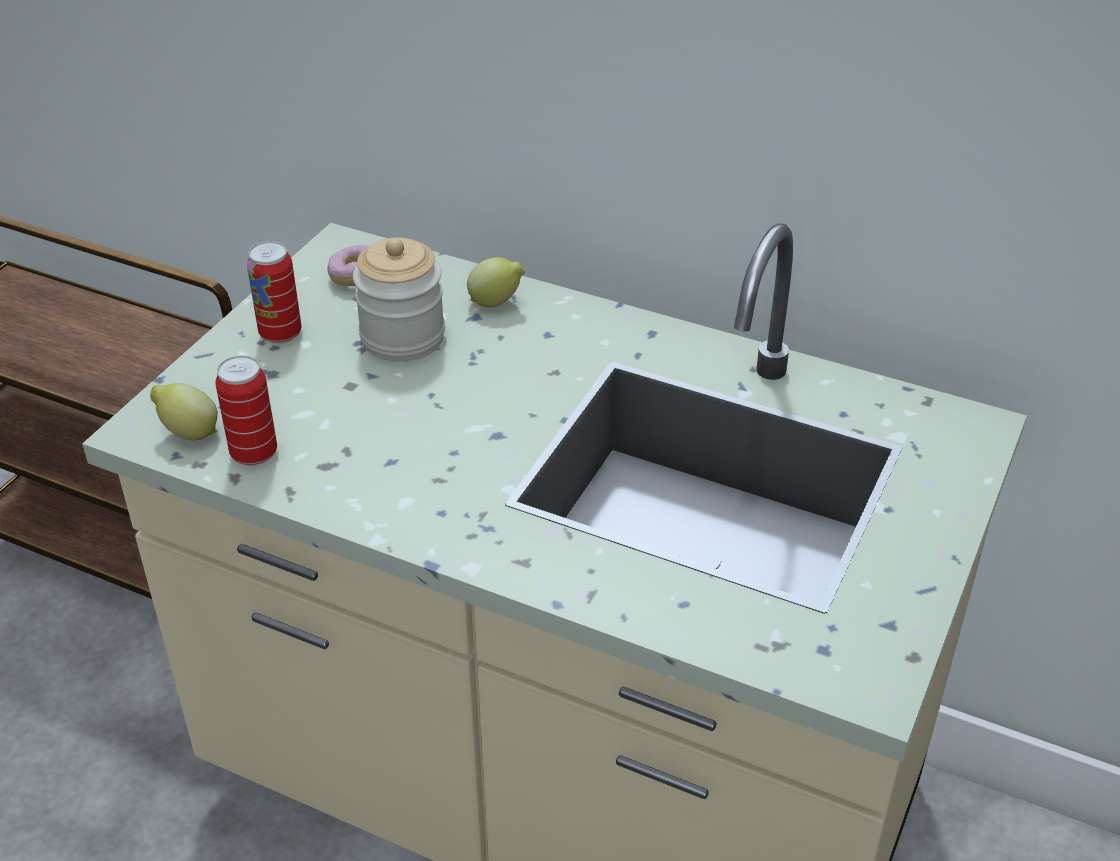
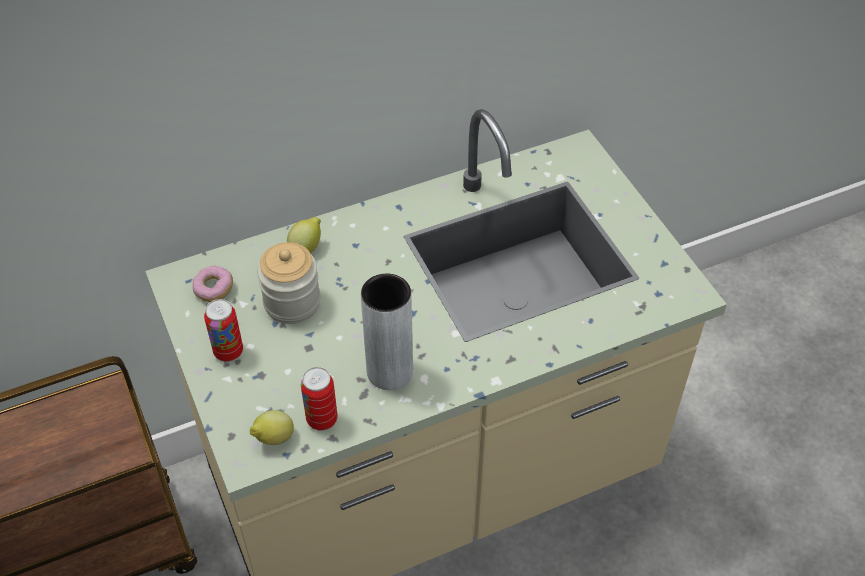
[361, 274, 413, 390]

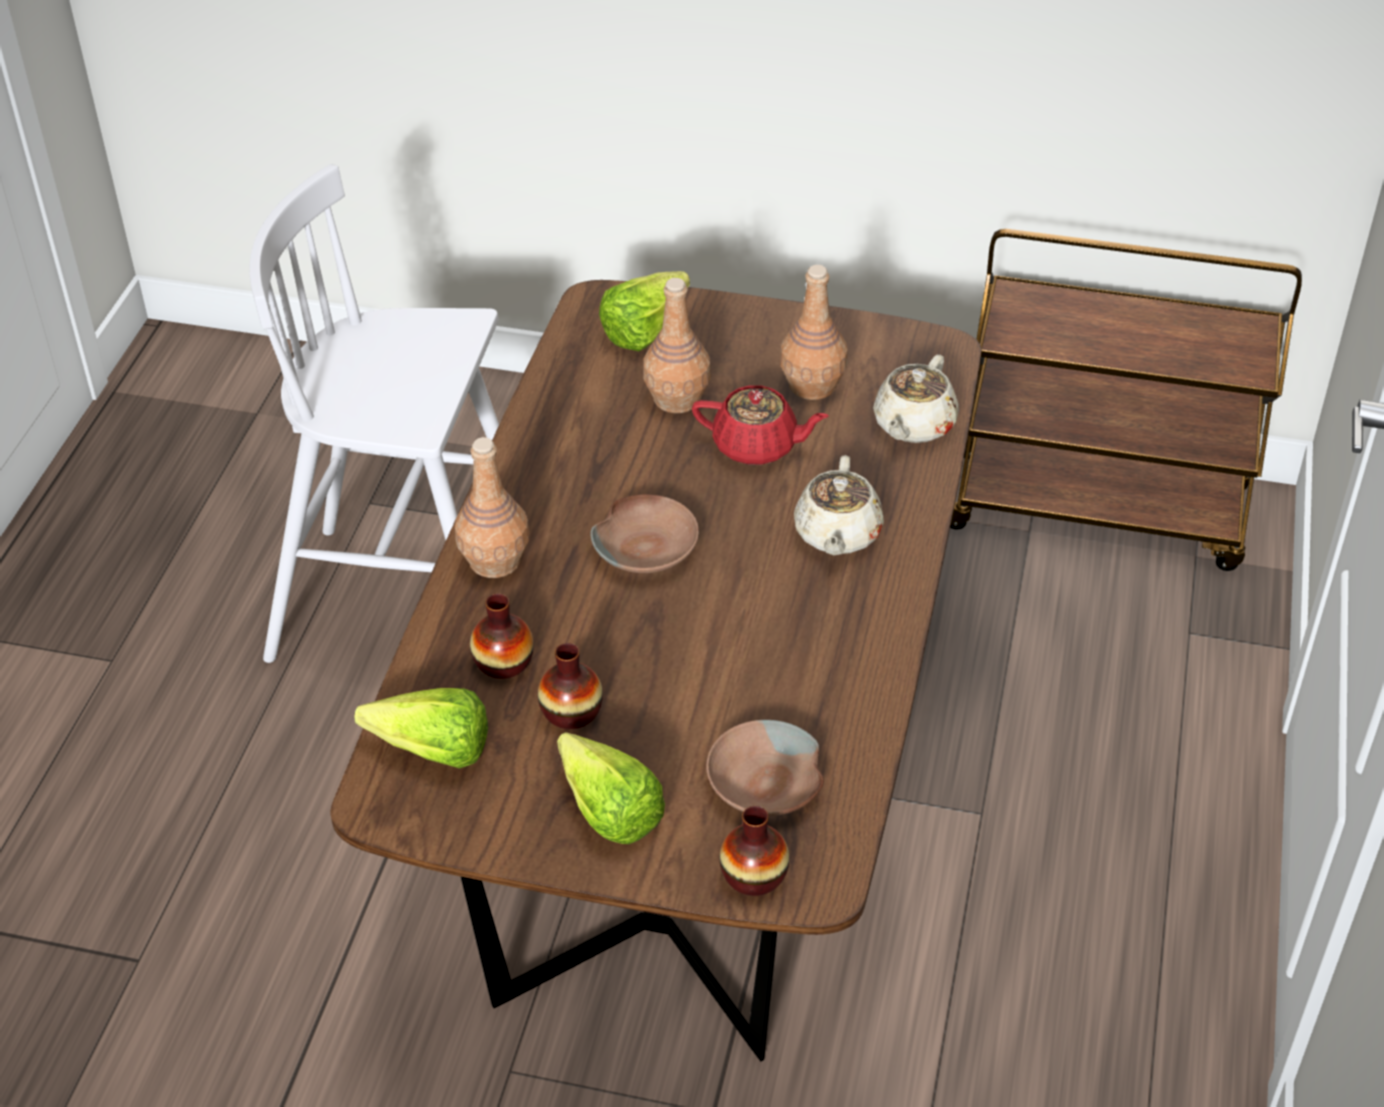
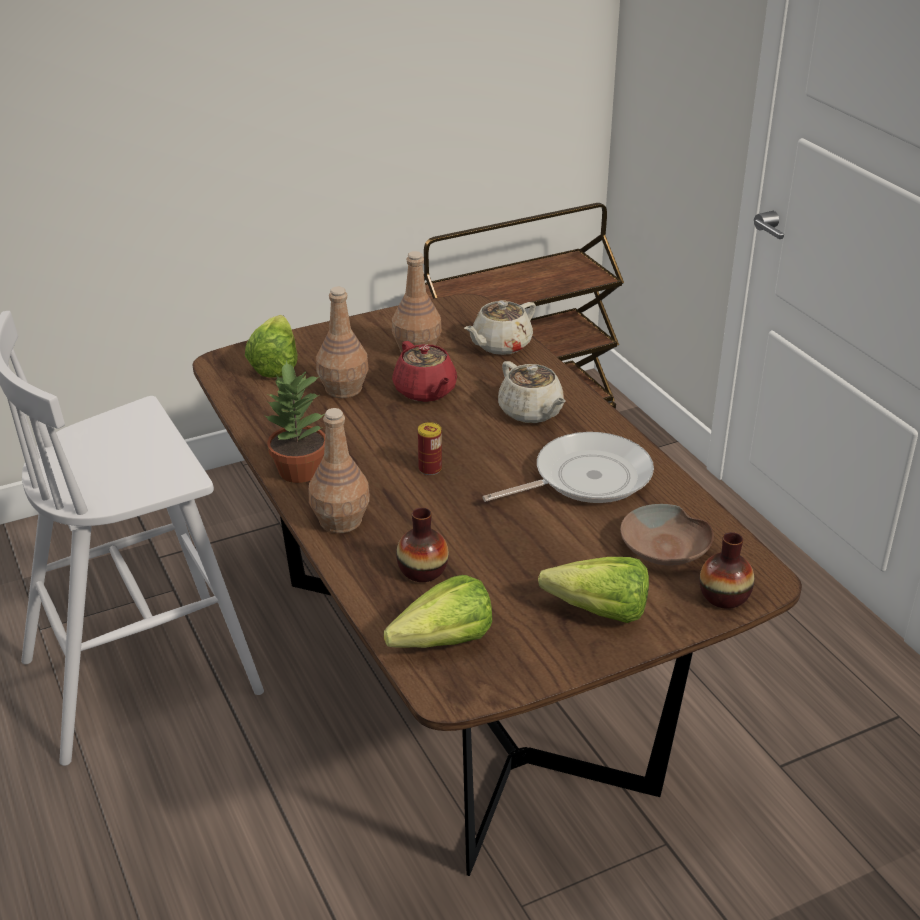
[464, 300, 536, 355]
[392, 341, 457, 402]
[418, 422, 442, 475]
[538, 643, 603, 729] (first image)
[265, 361, 325, 483]
[482, 432, 654, 503]

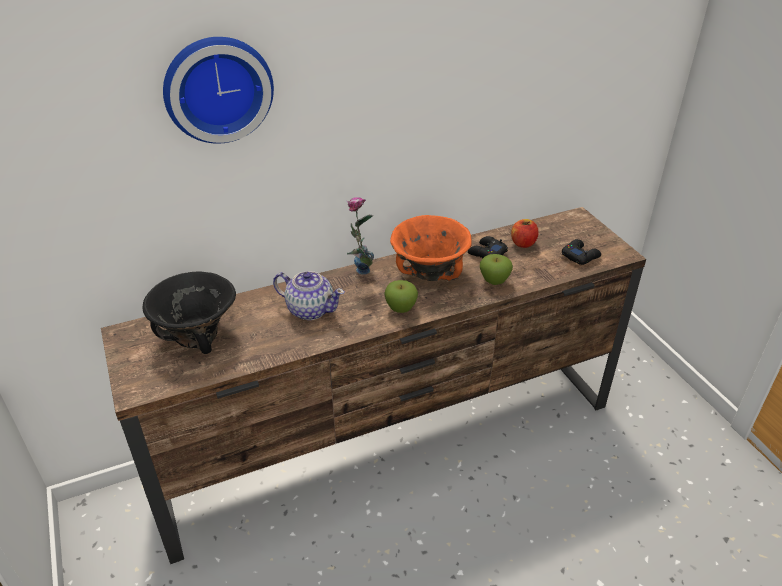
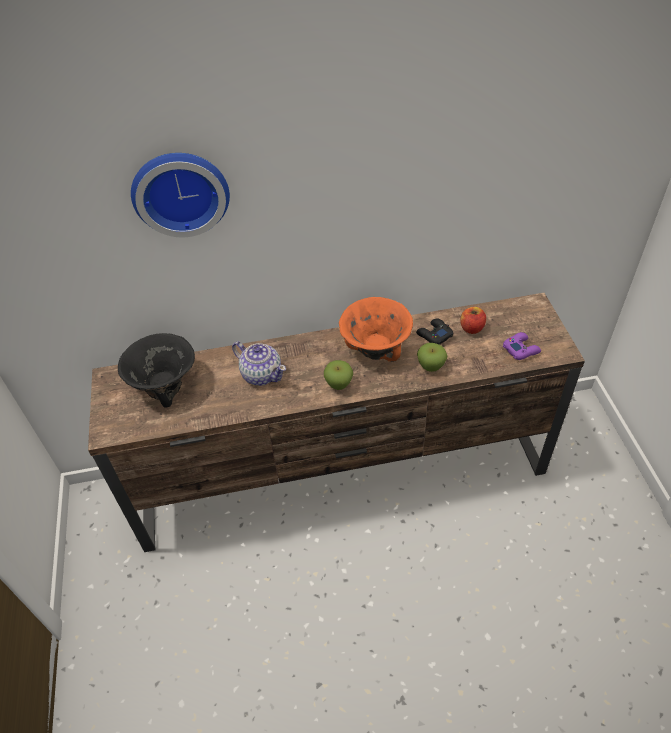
[347, 197, 374, 275] (first image)
[503, 332, 541, 360]

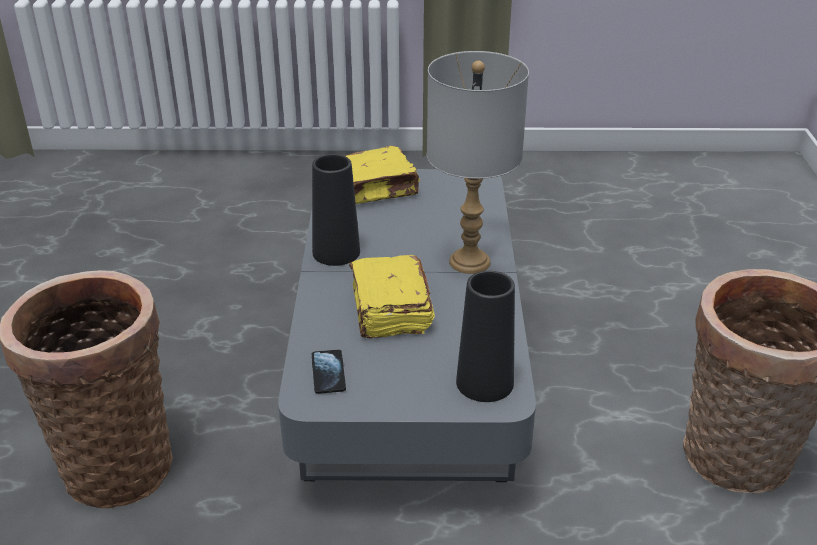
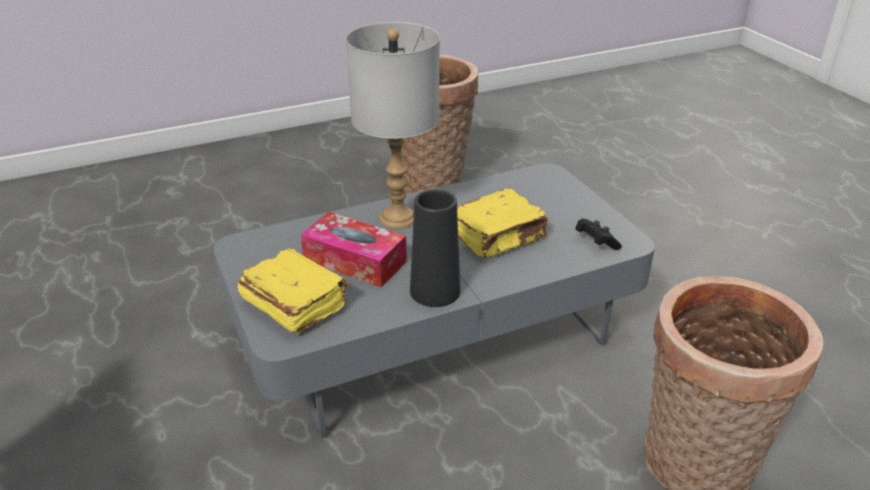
[456, 271, 515, 402] (first image)
[576, 219, 622, 250]
[301, 212, 407, 287]

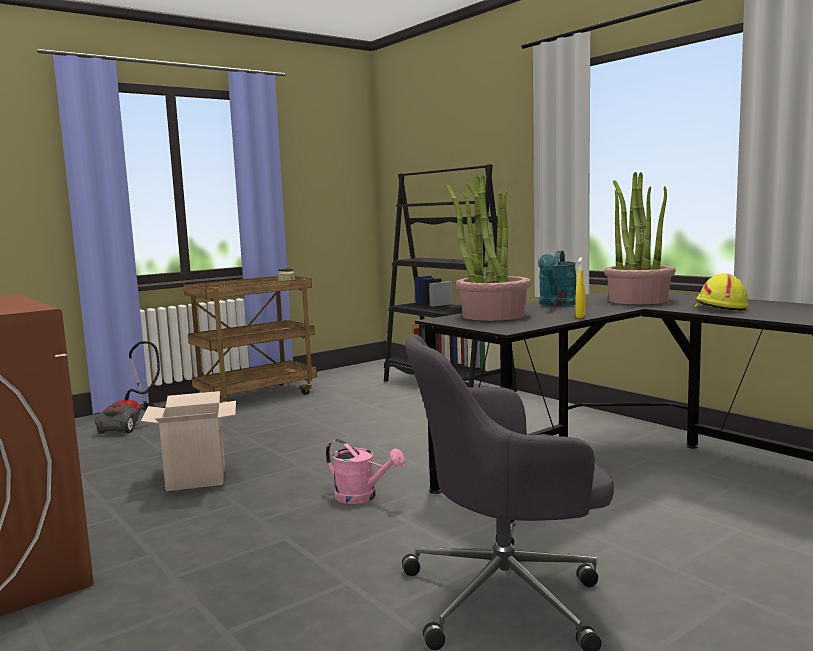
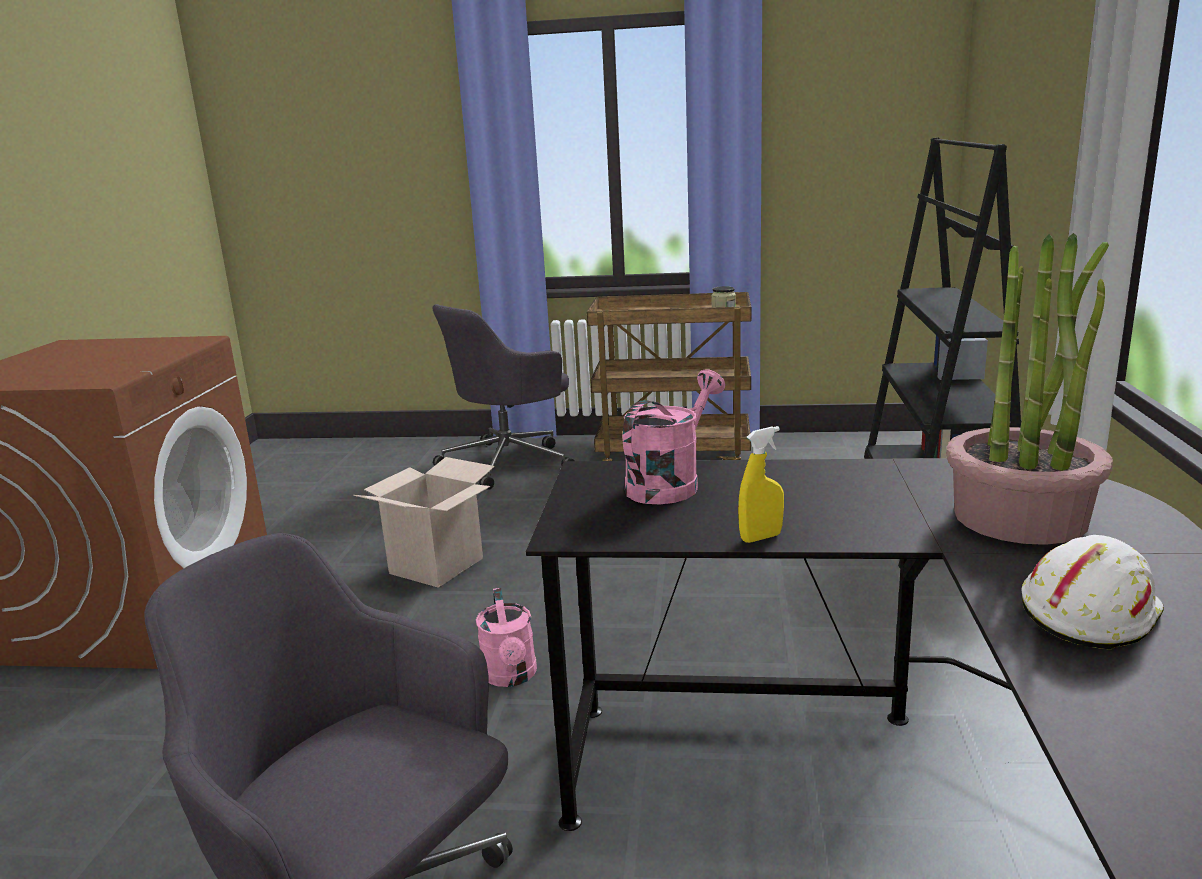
[623, 369, 725, 504]
[538, 251, 576, 306] (first image)
[1021, 535, 1164, 649]
[432, 304, 575, 490]

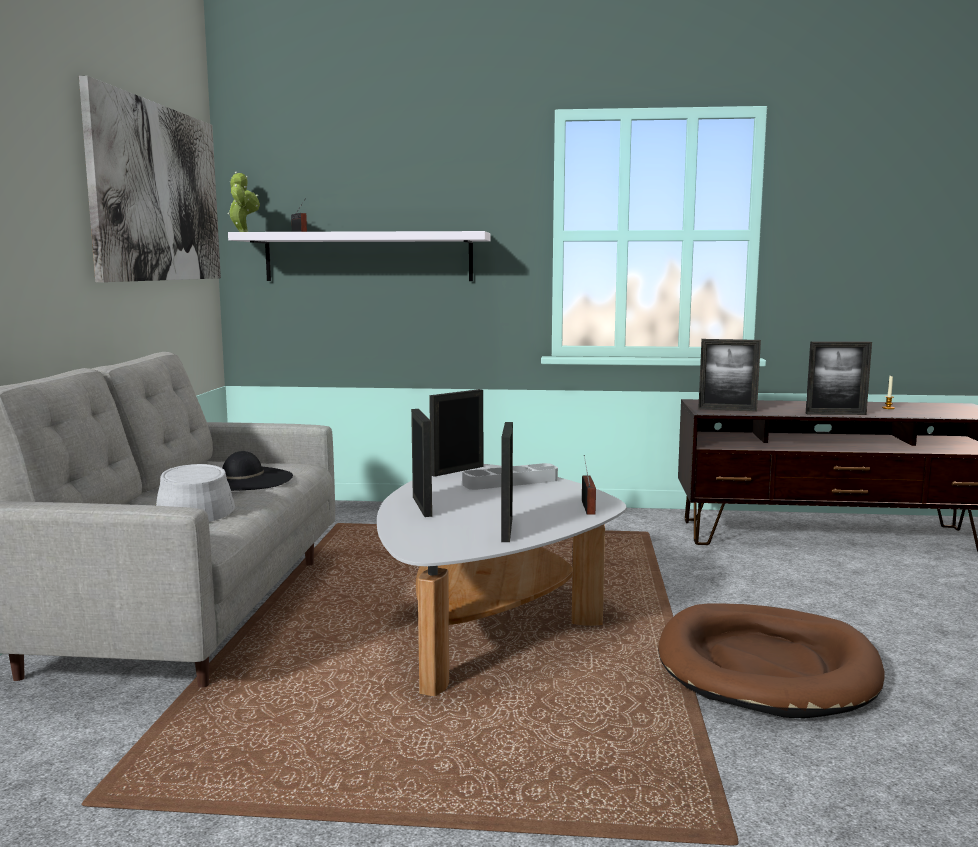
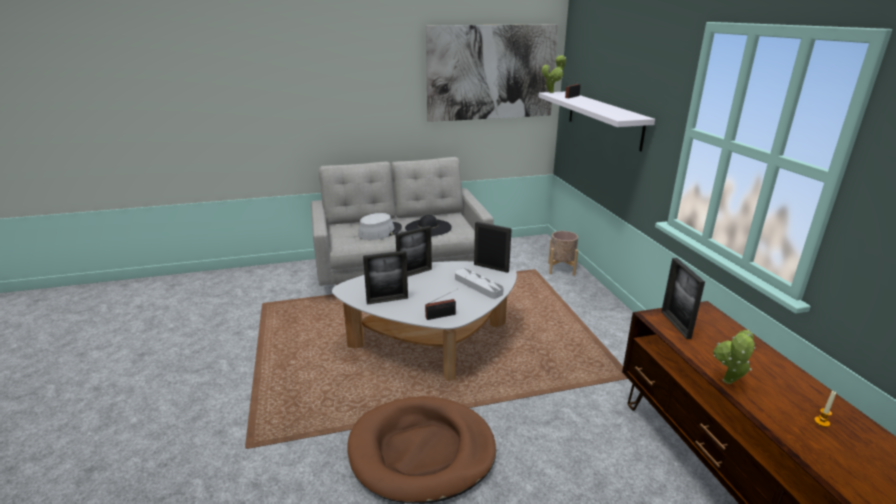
[713, 329, 755, 384]
[548, 231, 578, 276]

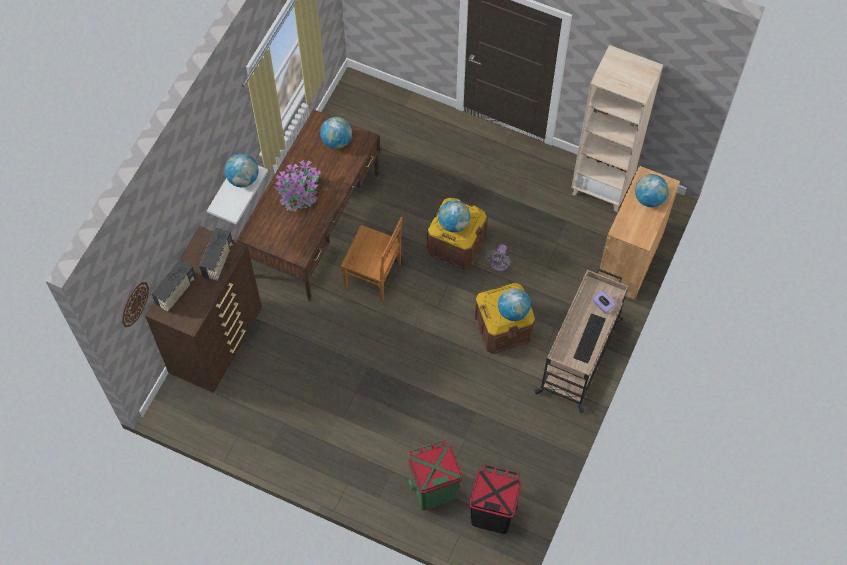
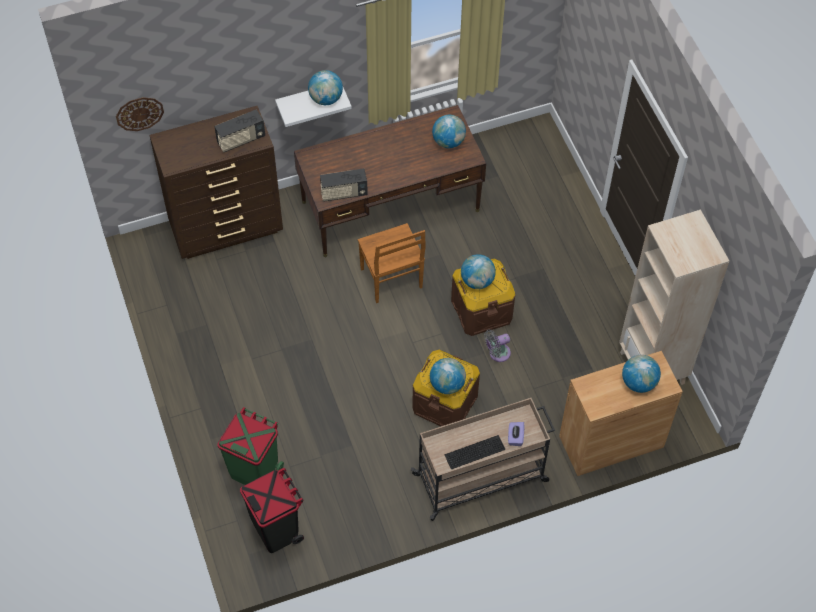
[274, 160, 321, 211] (first image)
[320, 168, 368, 202]

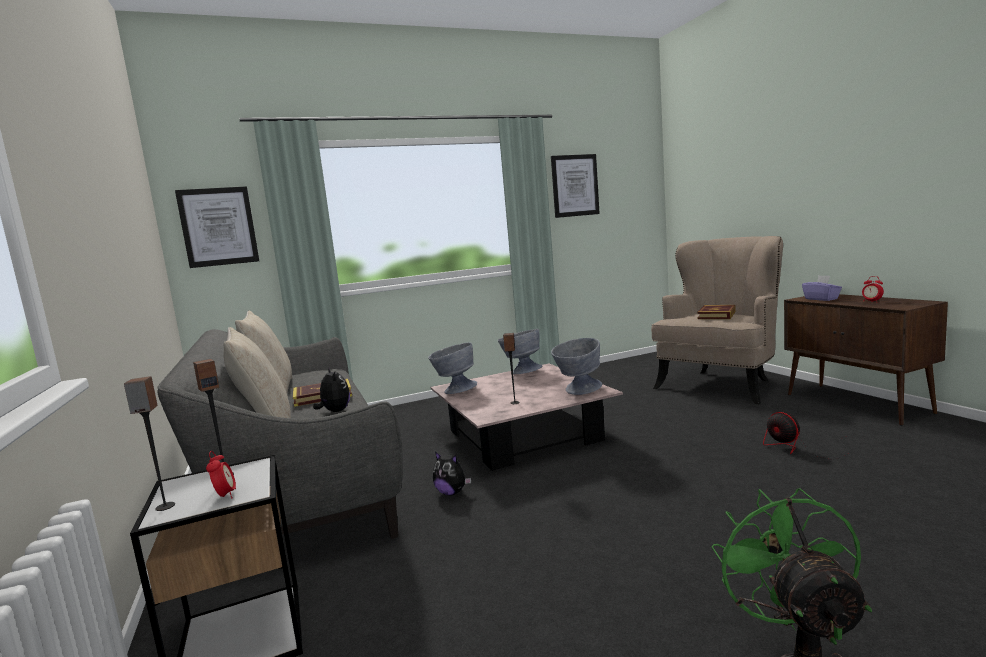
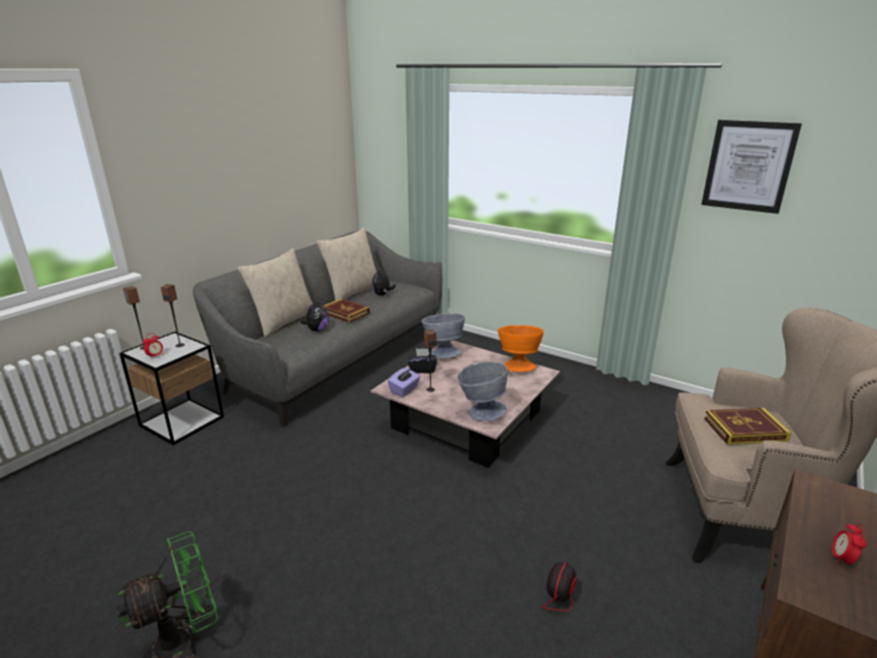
[175, 186, 259, 268] (first image)
[388, 368, 420, 397]
[498, 325, 544, 372]
[372, 267, 396, 296]
[408, 349, 437, 373]

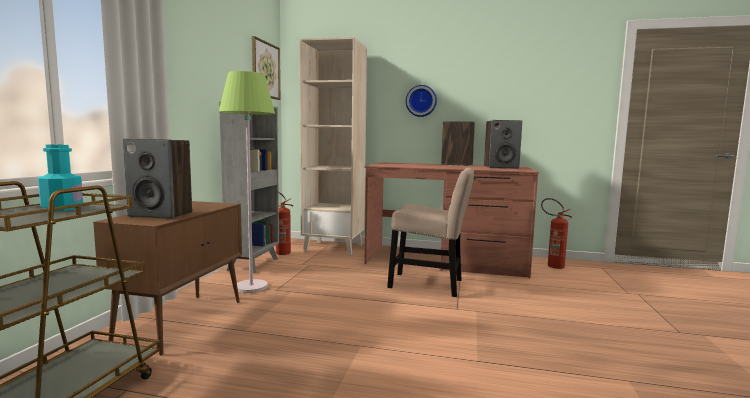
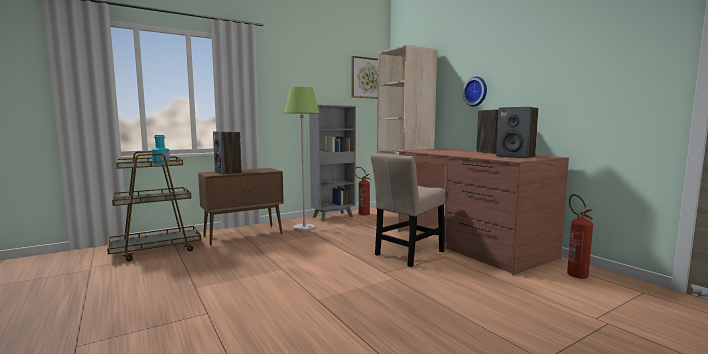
[371, 153, 446, 267]

